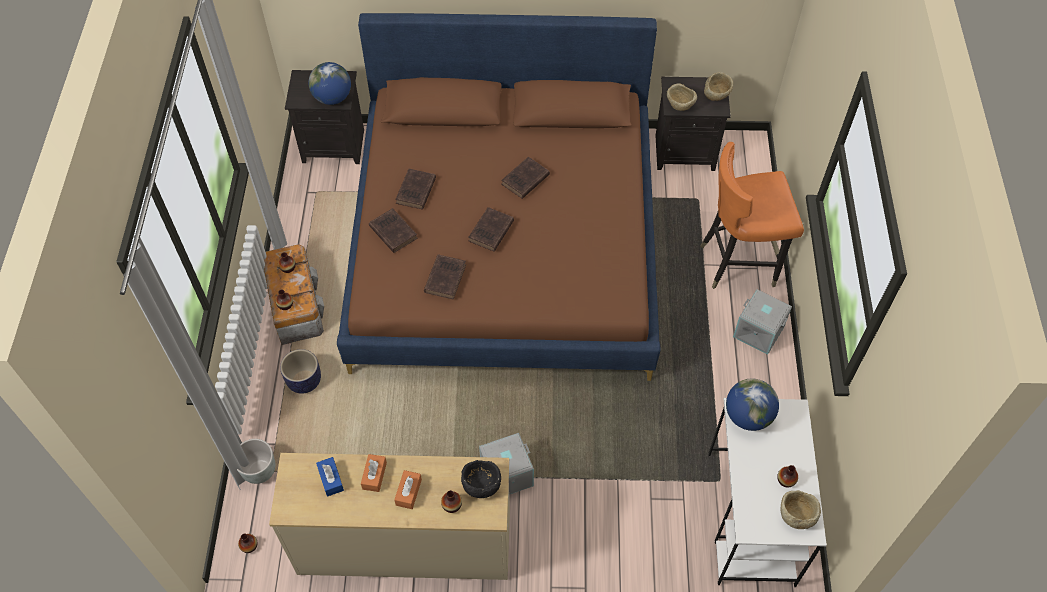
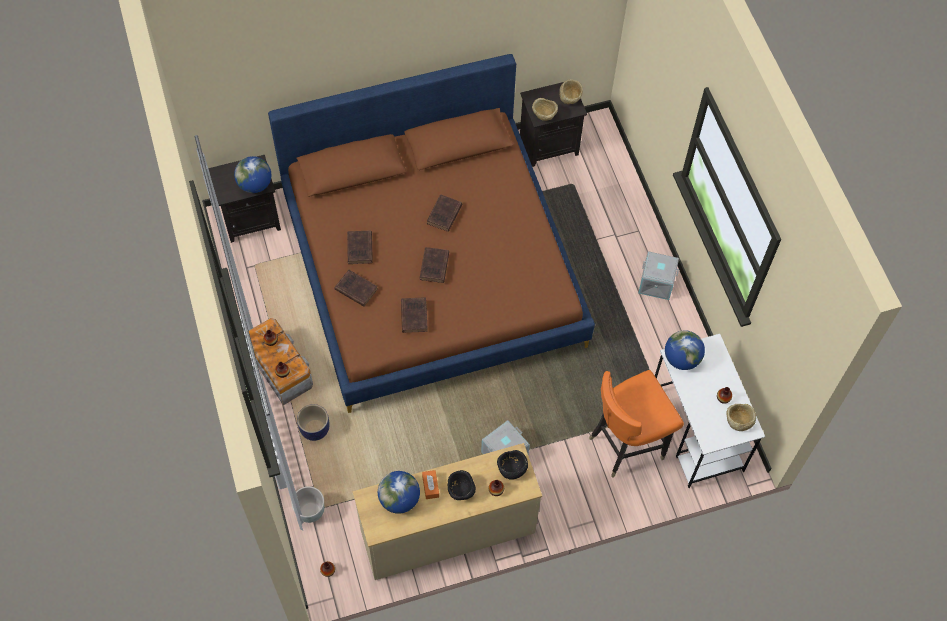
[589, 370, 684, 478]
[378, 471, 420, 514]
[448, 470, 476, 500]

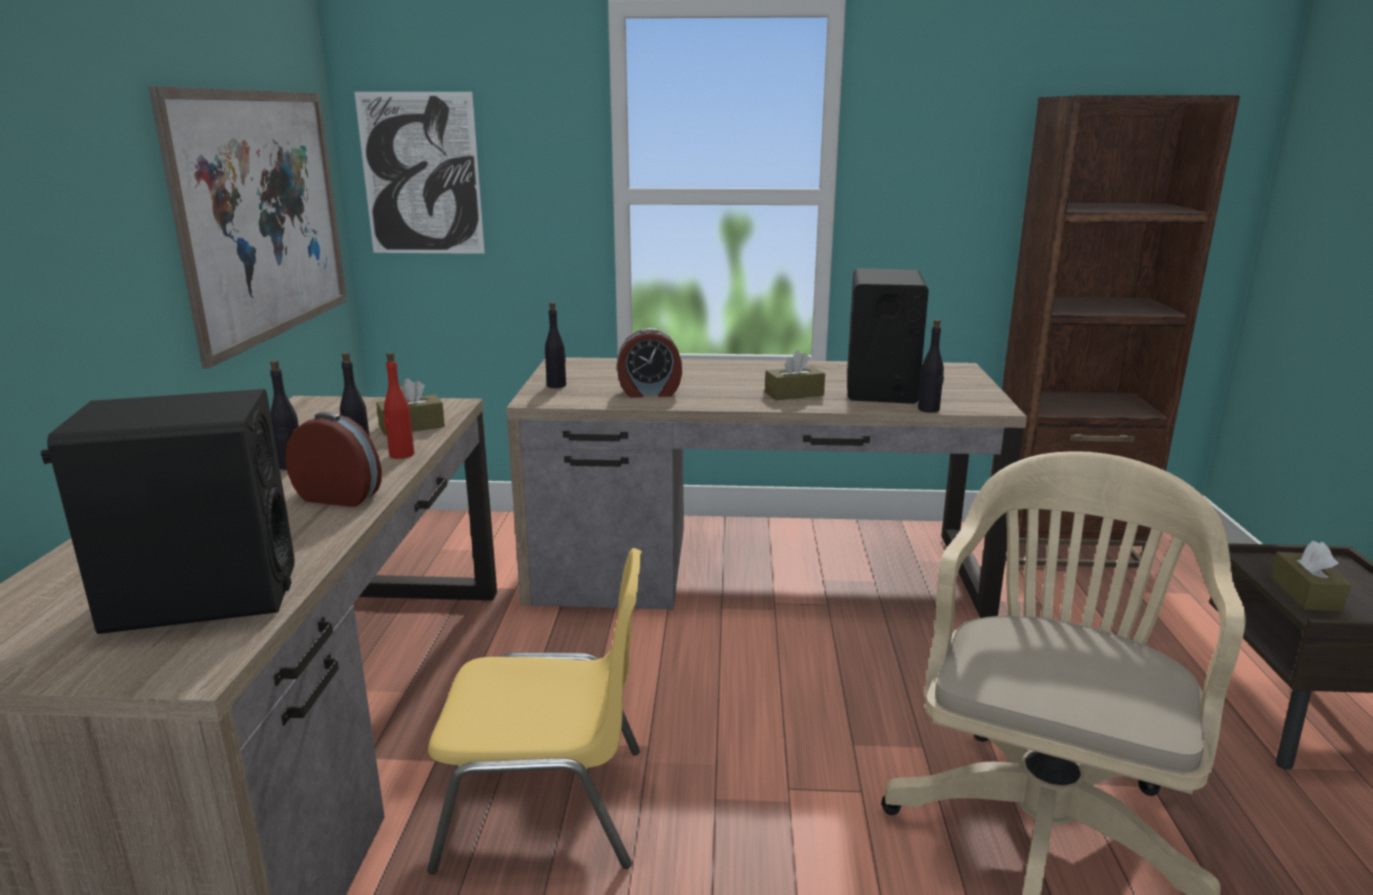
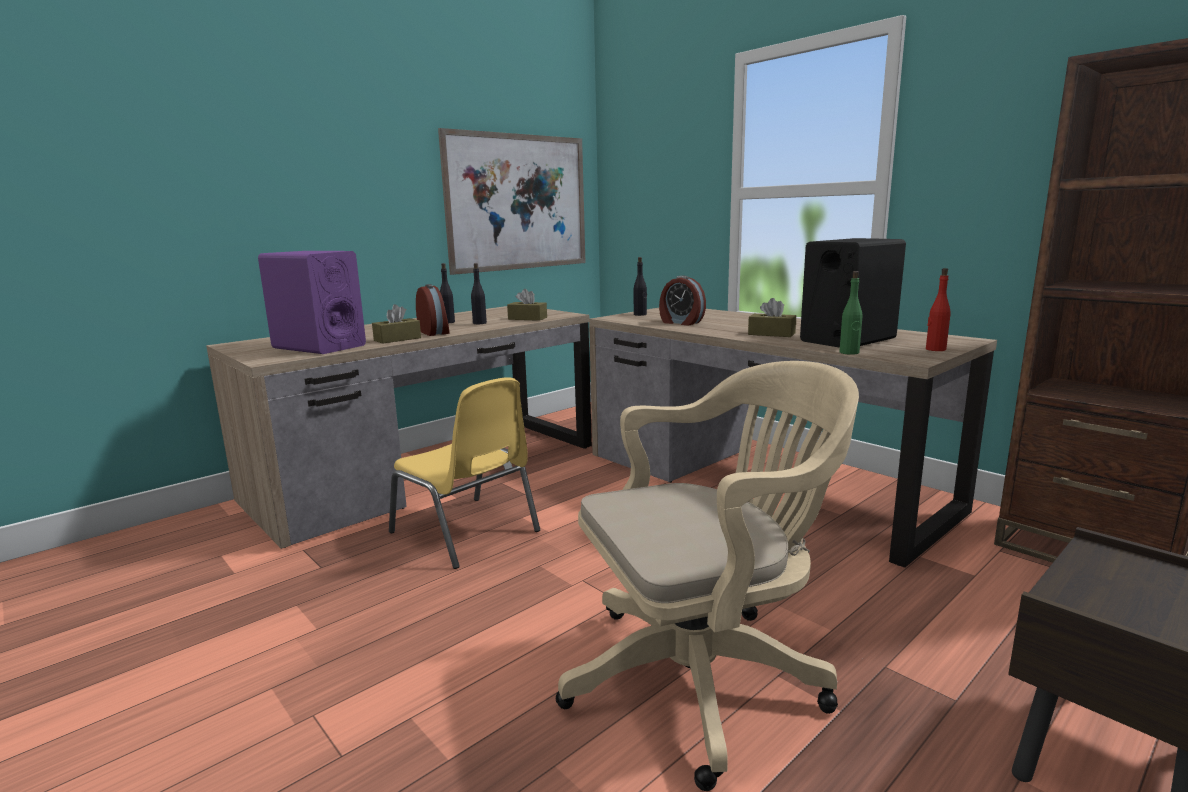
[355, 92, 485, 254] (first image)
[839, 271, 862, 355]
[926, 268, 951, 351]
[258, 251, 366, 354]
[372, 304, 421, 344]

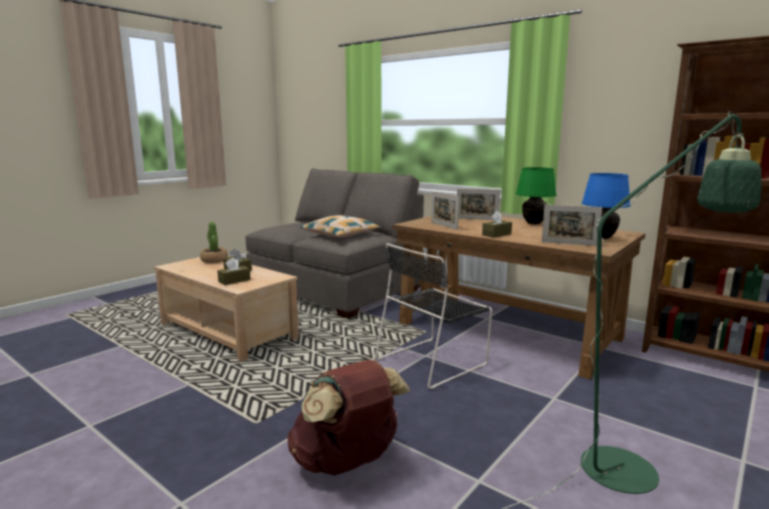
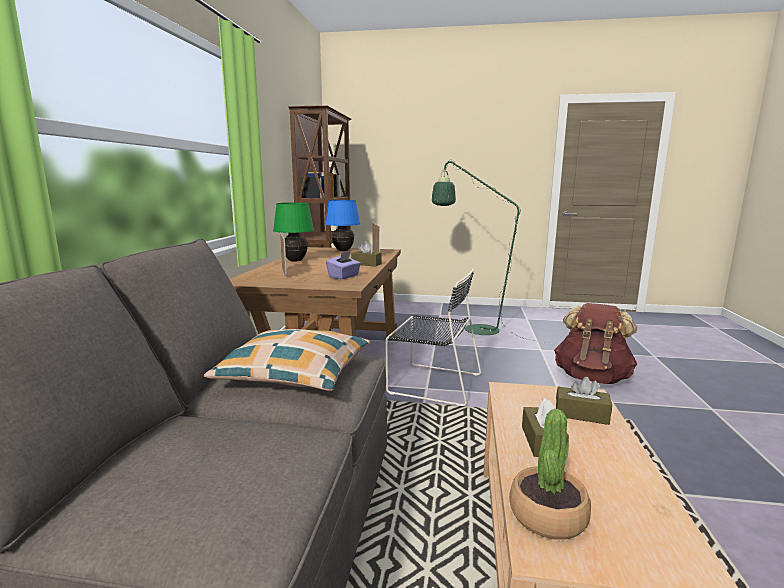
[326, 251, 361, 280]

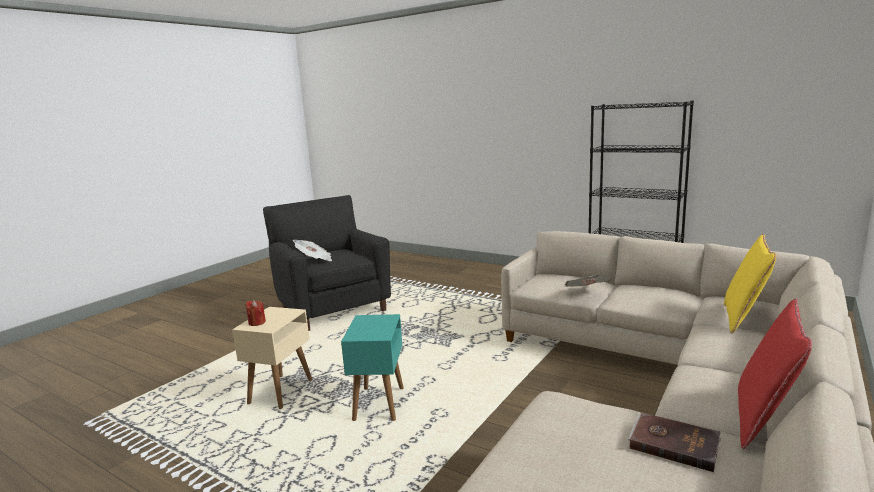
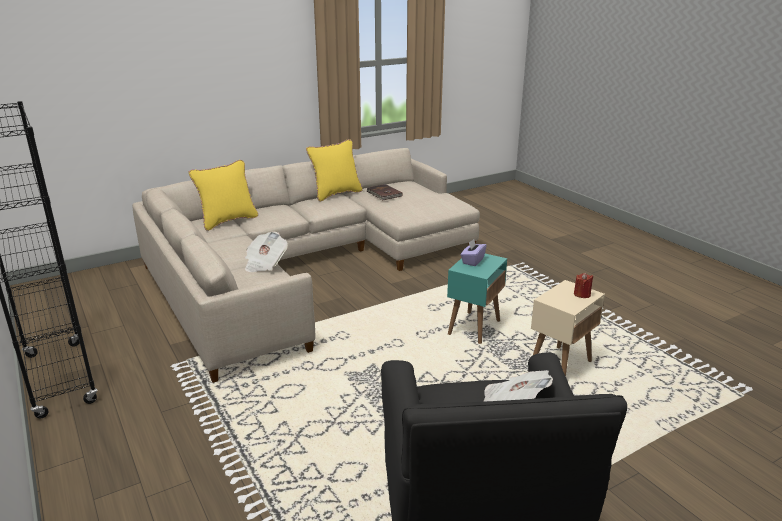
[306, 139, 363, 201]
[461, 239, 487, 266]

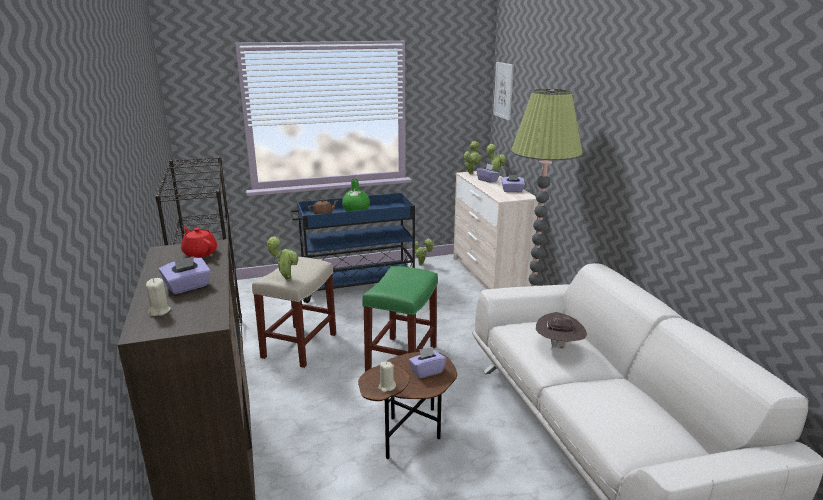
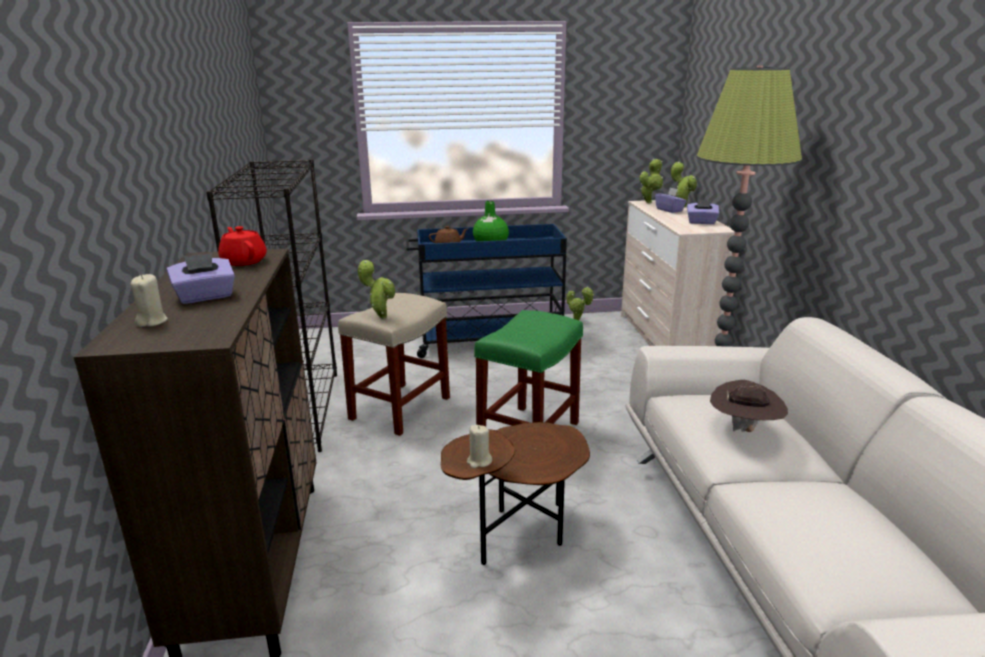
[493, 62, 514, 120] (first image)
[409, 347, 446, 379] (first image)

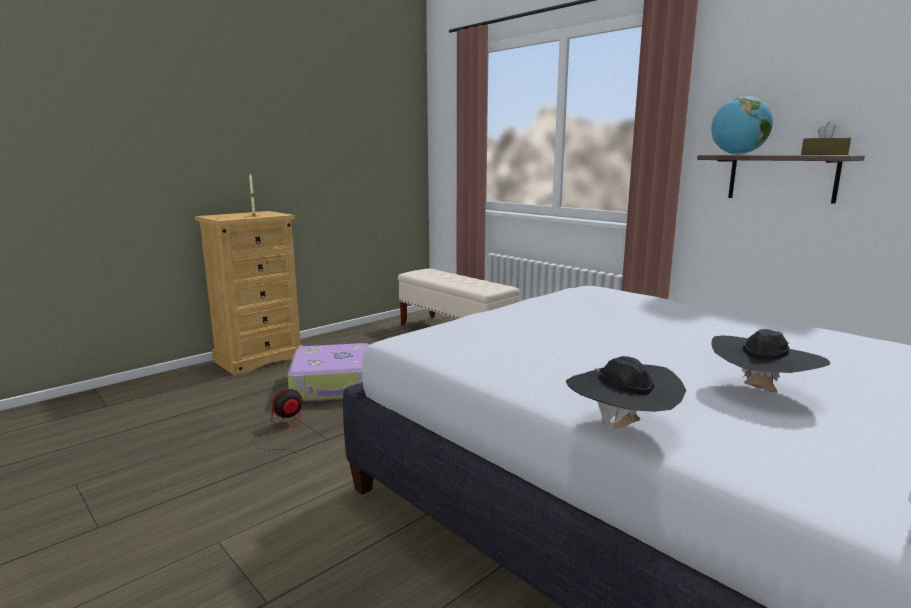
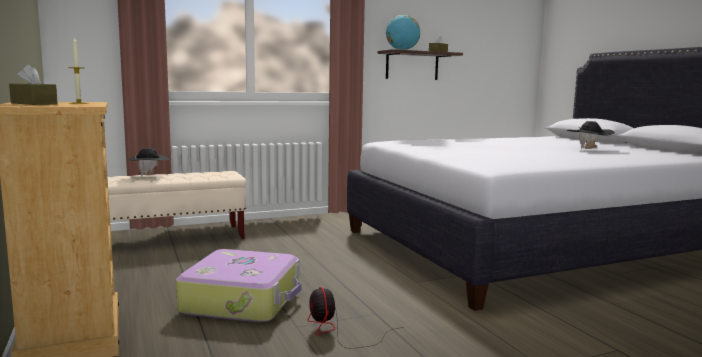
[126, 148, 169, 177]
[9, 65, 58, 105]

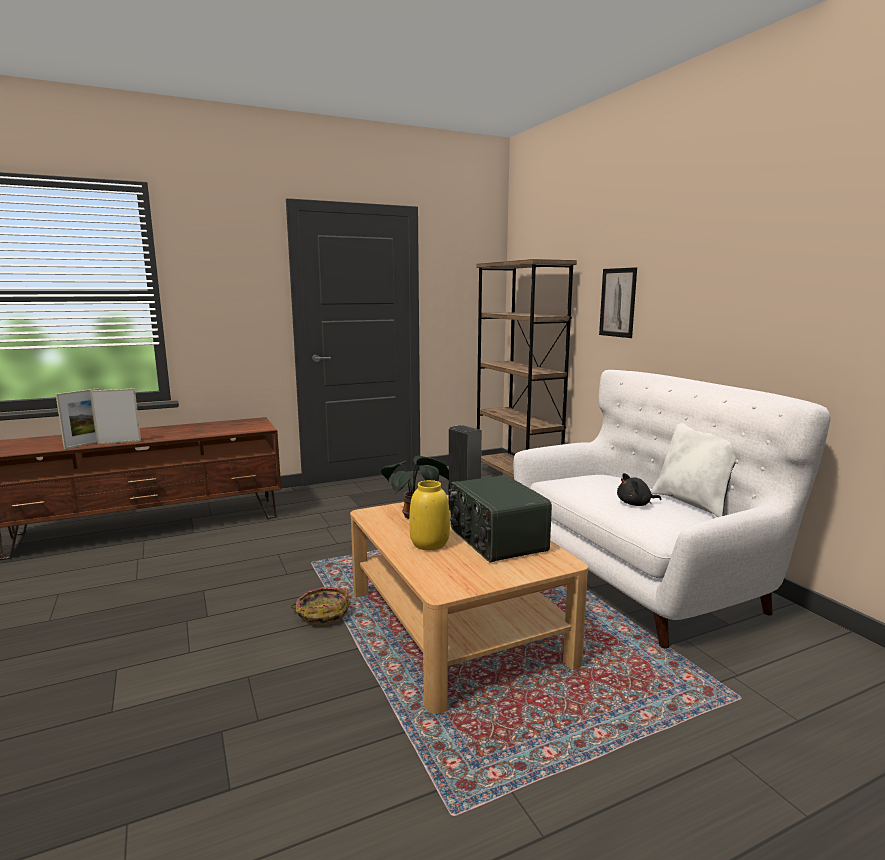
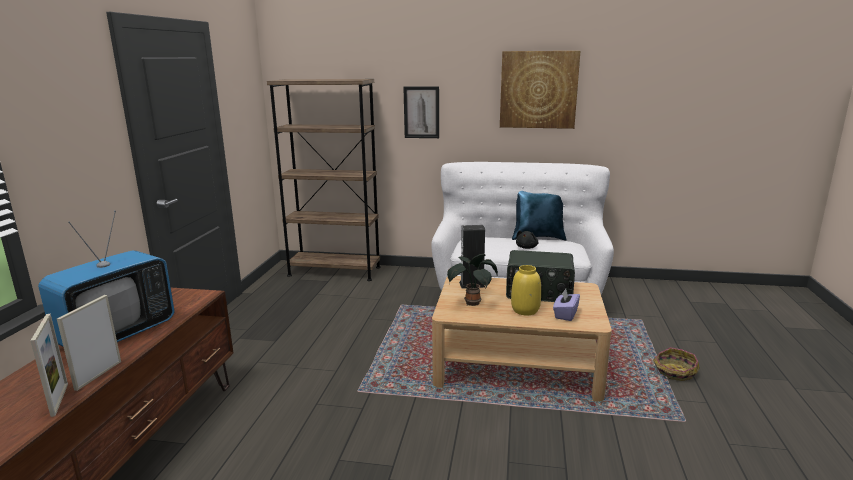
[512, 191, 566, 240]
[653, 347, 700, 381]
[500, 51, 580, 129]
[38, 211, 175, 347]
[553, 289, 580, 321]

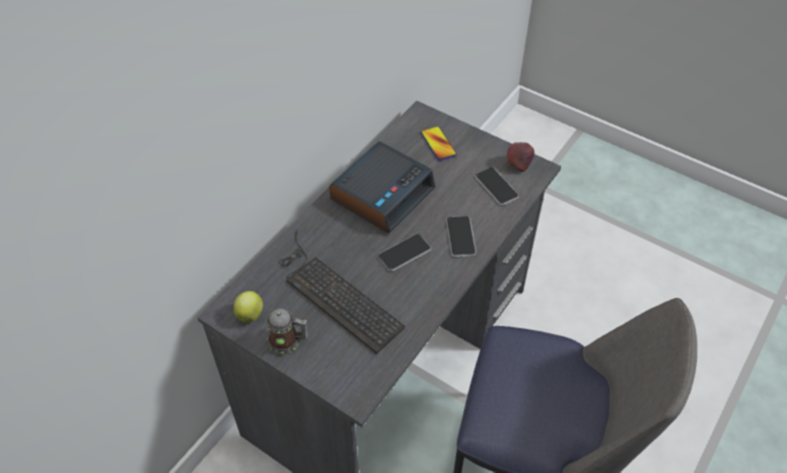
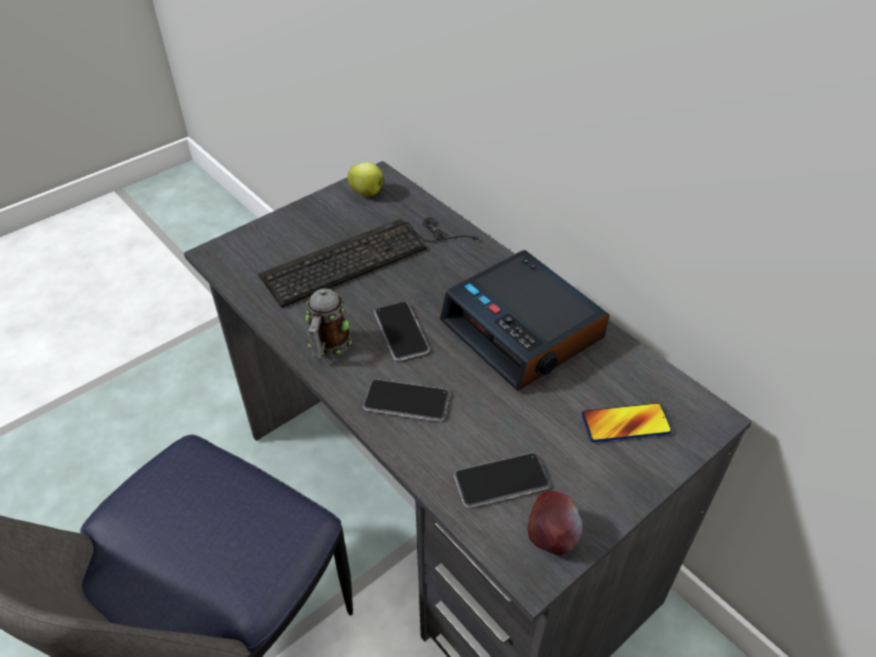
[306, 288, 352, 358]

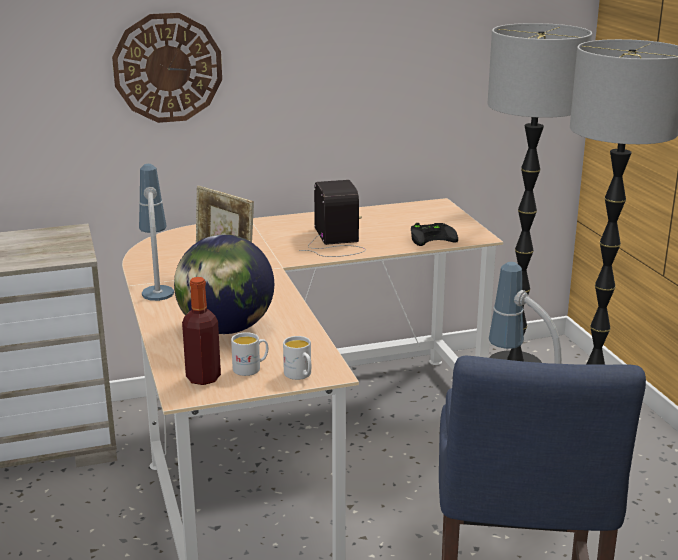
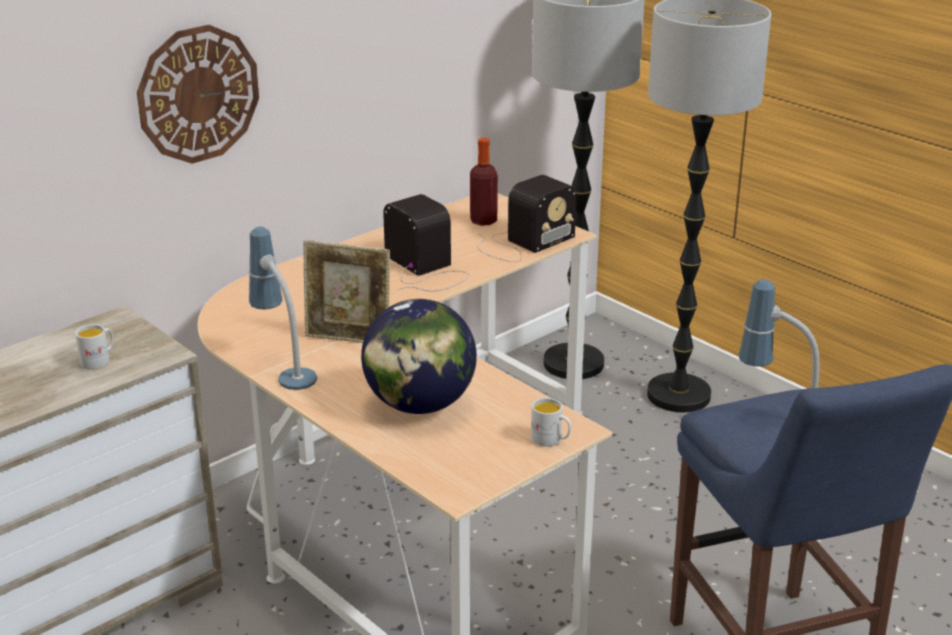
[477, 175, 576, 262]
[470, 138, 498, 226]
[75, 324, 113, 369]

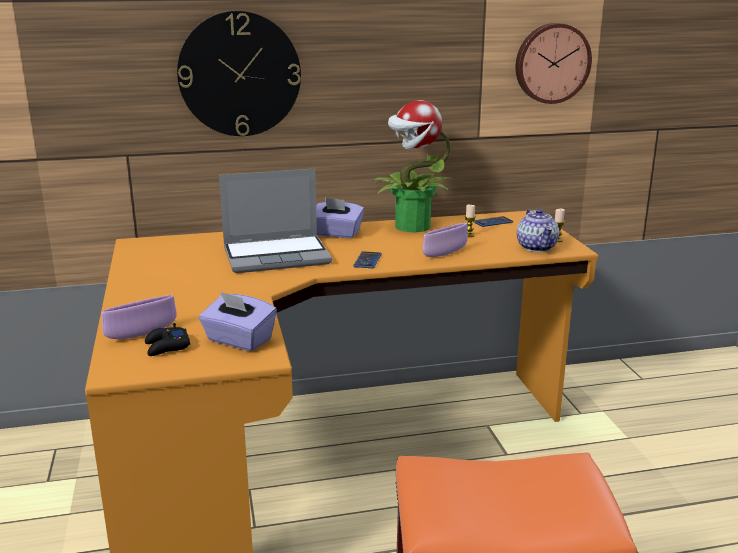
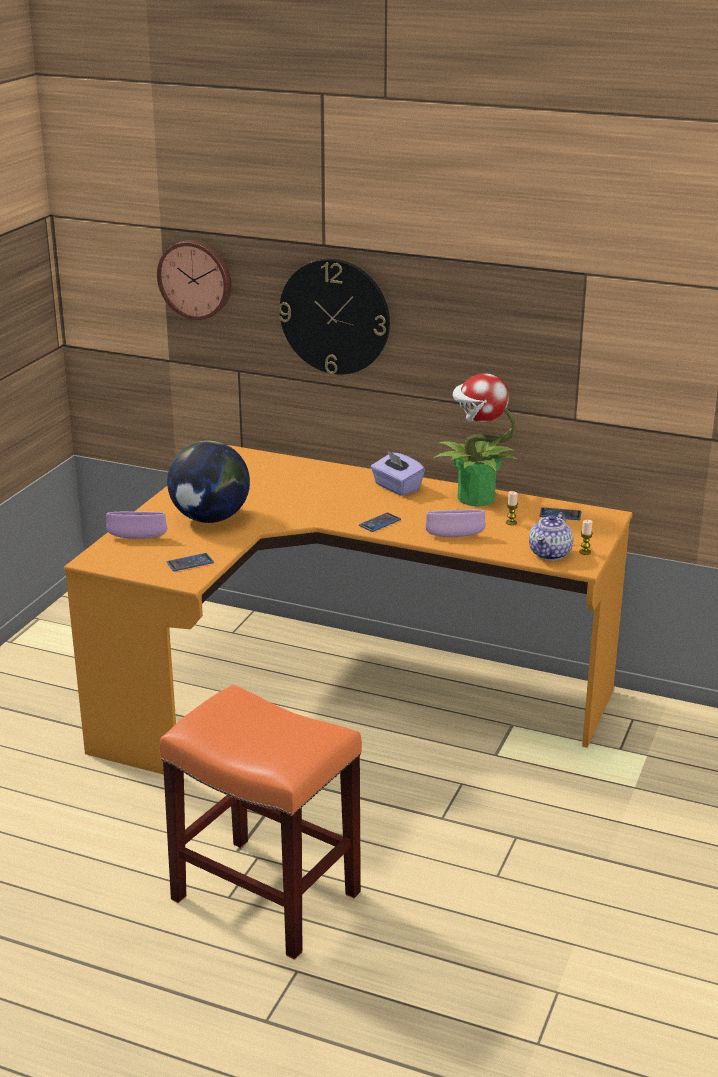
[157, 240, 231, 320]
[219, 168, 332, 273] (first image)
[166, 553, 214, 571]
[145, 323, 190, 356] (first image)
[167, 441, 250, 523]

